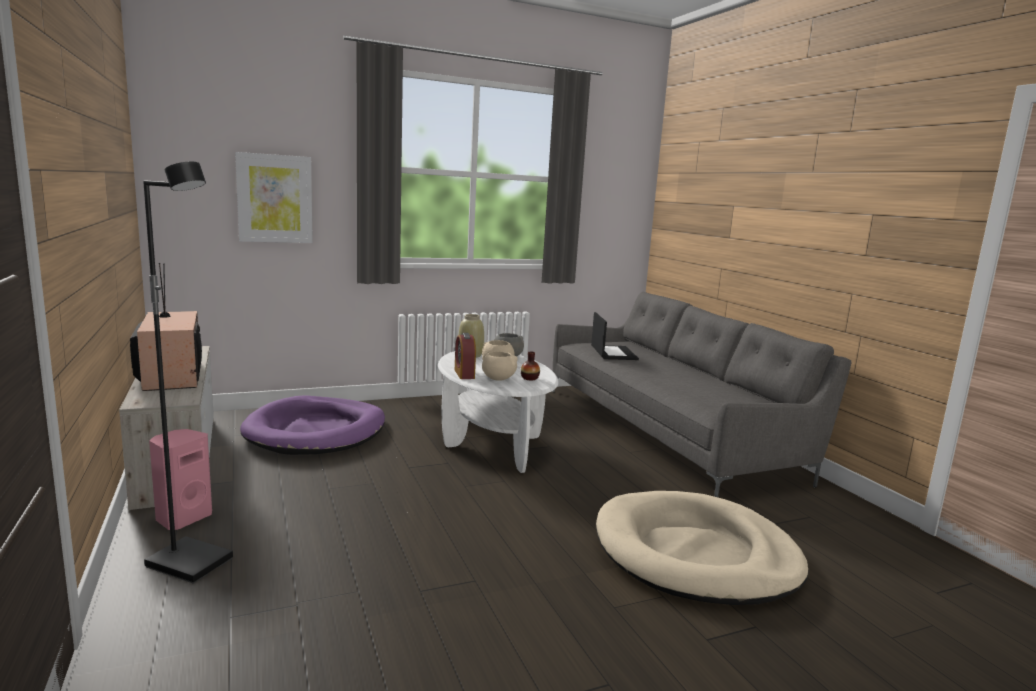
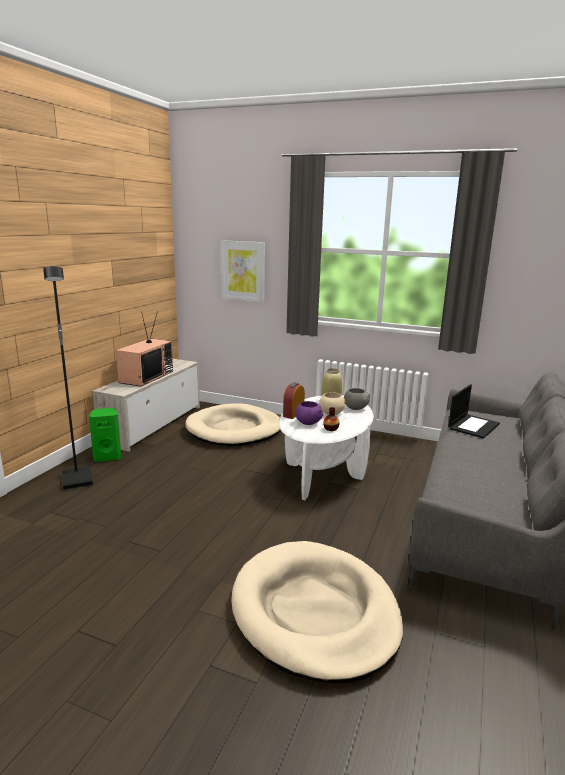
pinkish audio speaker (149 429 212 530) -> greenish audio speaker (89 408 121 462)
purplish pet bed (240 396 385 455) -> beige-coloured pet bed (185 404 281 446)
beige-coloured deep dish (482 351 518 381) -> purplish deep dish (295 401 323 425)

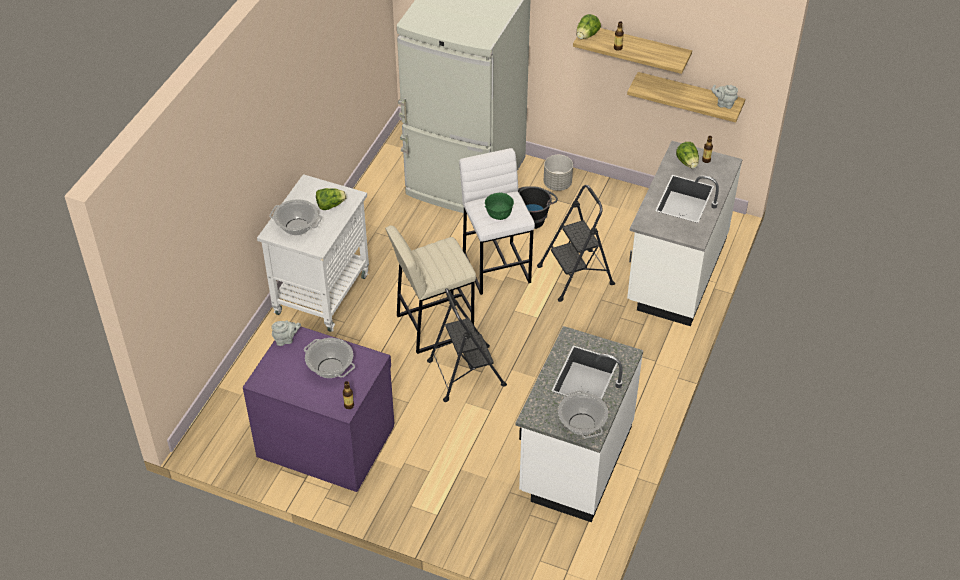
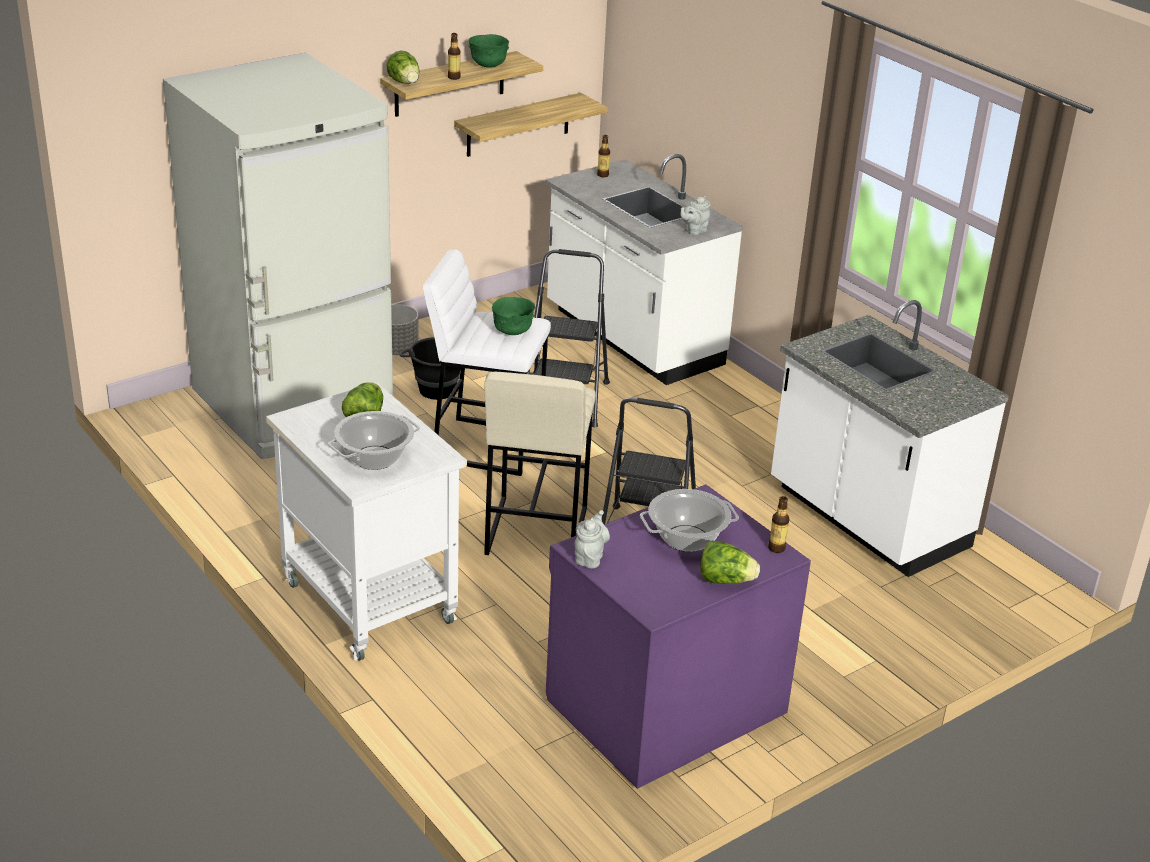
stockpot (558 390 608 438) -> none
lettuce head (676 142 699 169) -> lettuce head (700 541 760 584), relocated
grey tea pot (712 84 738 109) -> grey tea pot (680 196 711 235), relocated
none -> greenish deep dish (468 34 509 68)

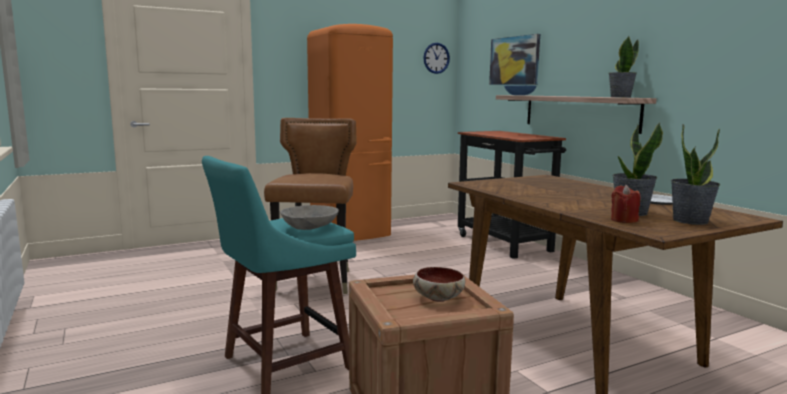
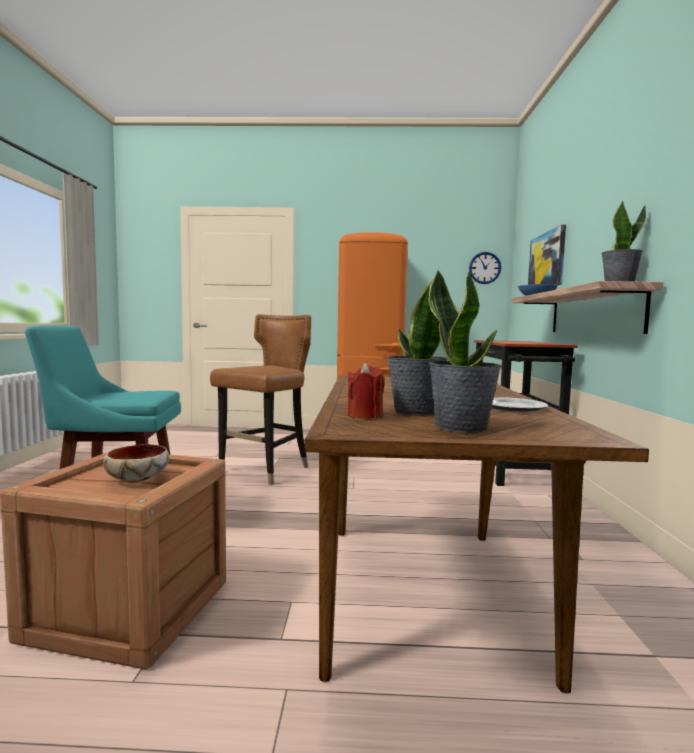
grey deep dish (280 205 339 230) -> none

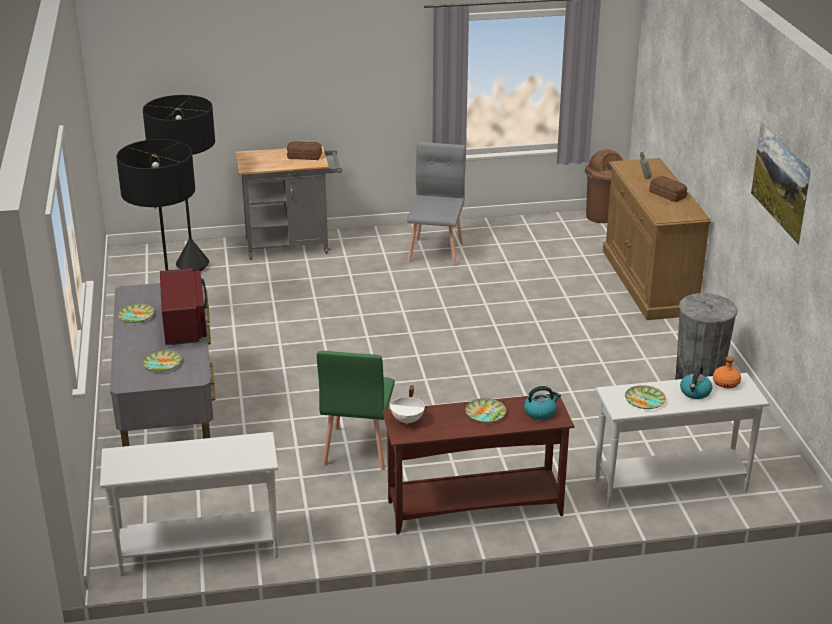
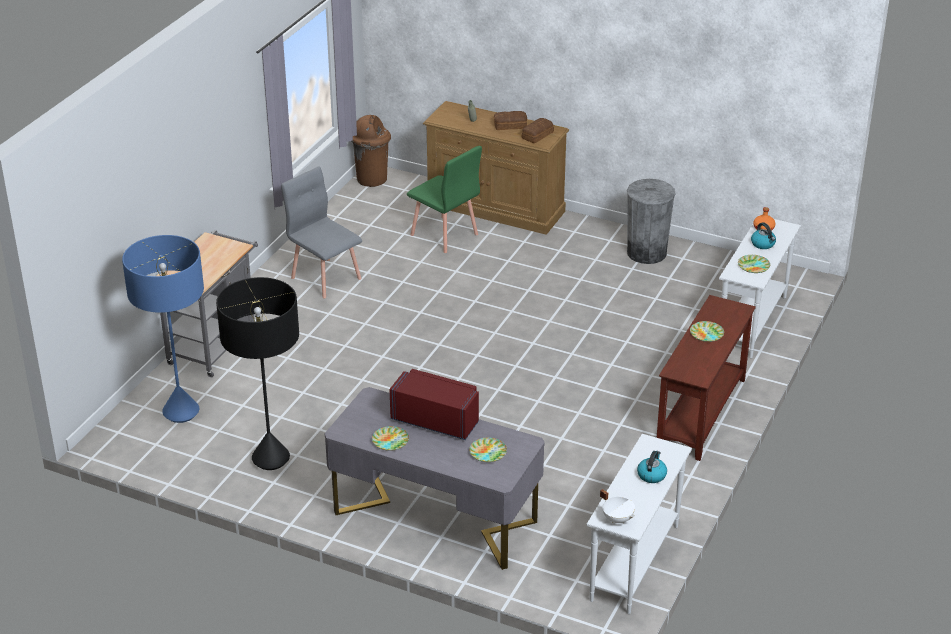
blackish standing lamp (143 95 215 271) -> bluish standing lamp (122 235 204 423)
baked bread (287 141 322 160) -> baked bread (522 118 554 143), relocated
greenish plain chair (317 351 395 470) -> greenish plain chair (407 146 482 253), relocated
white stockpot (390 385 425 425) -> white stockpot (600 489 635 523), relocated
water kettle (524 386 561 420) -> water kettle (637 451 667 483), relocated
wall picture (751 123 811 245) -> none

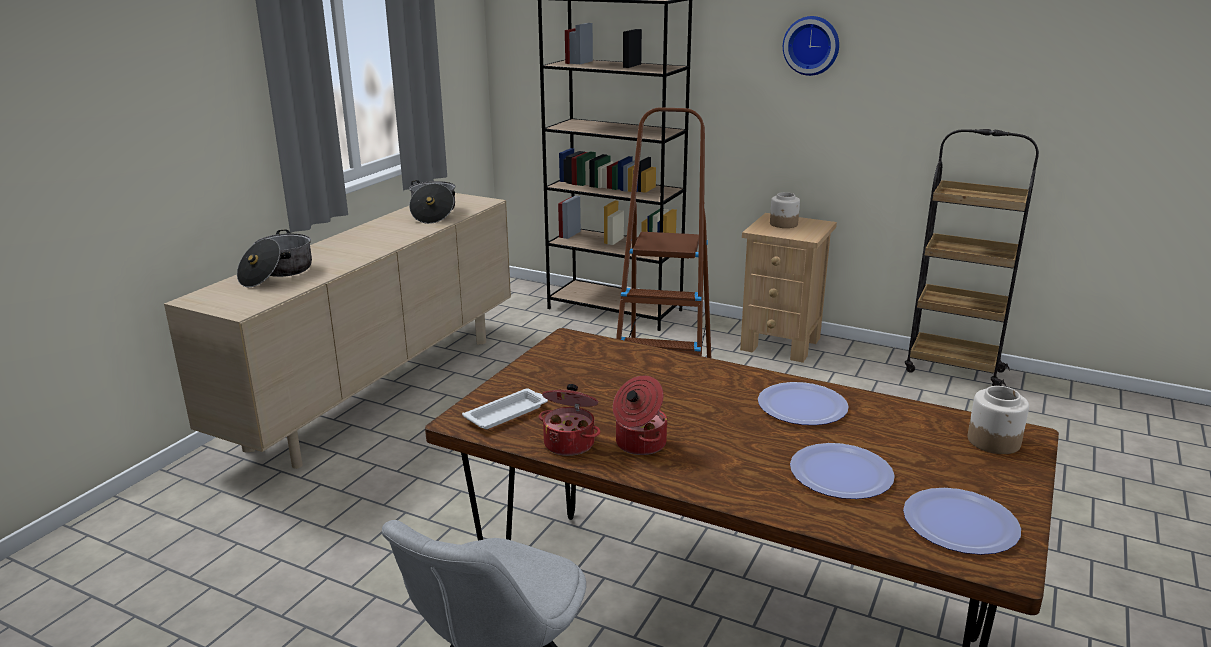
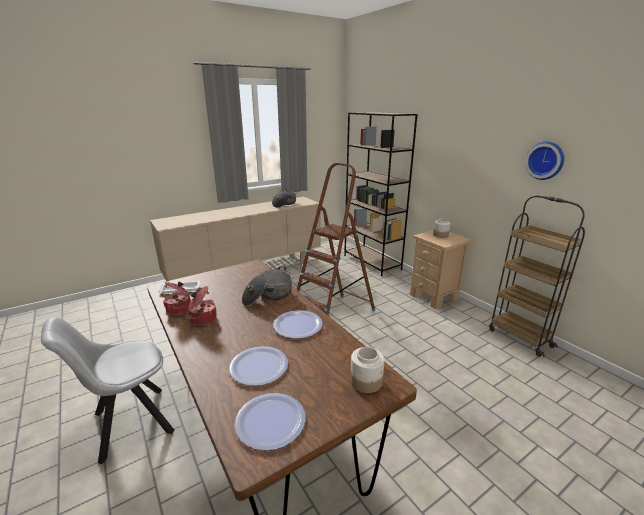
stockpot (237 229 312 287) -> stockpot (242 266 292 306), relocated
wall clock (783 16 839 76) -> wall clock (525 142 564 180), relocated

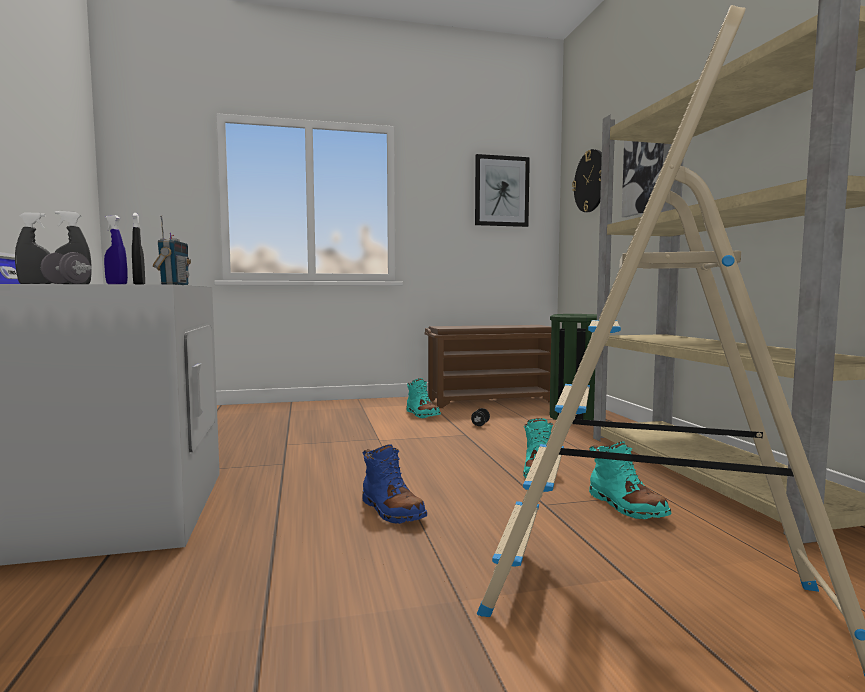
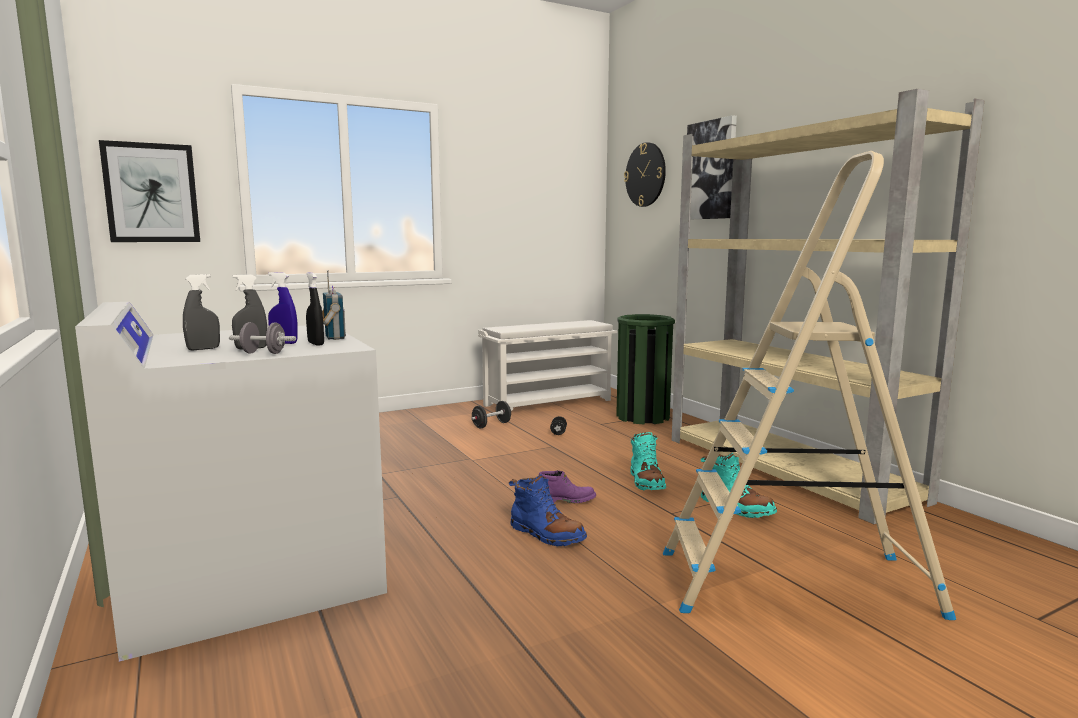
blue-green tall boot (407 378 441 418) -> blackish dumbbell (471 401 511 429)
brown-coloured shoe stand (425 325 551 408) -> white shoe stand (478 320 617 411)
wall picture (475 154 530 227) -> wall picture (99 140 200 242), relocated
none -> purplish tall boot (539 470 596 503)

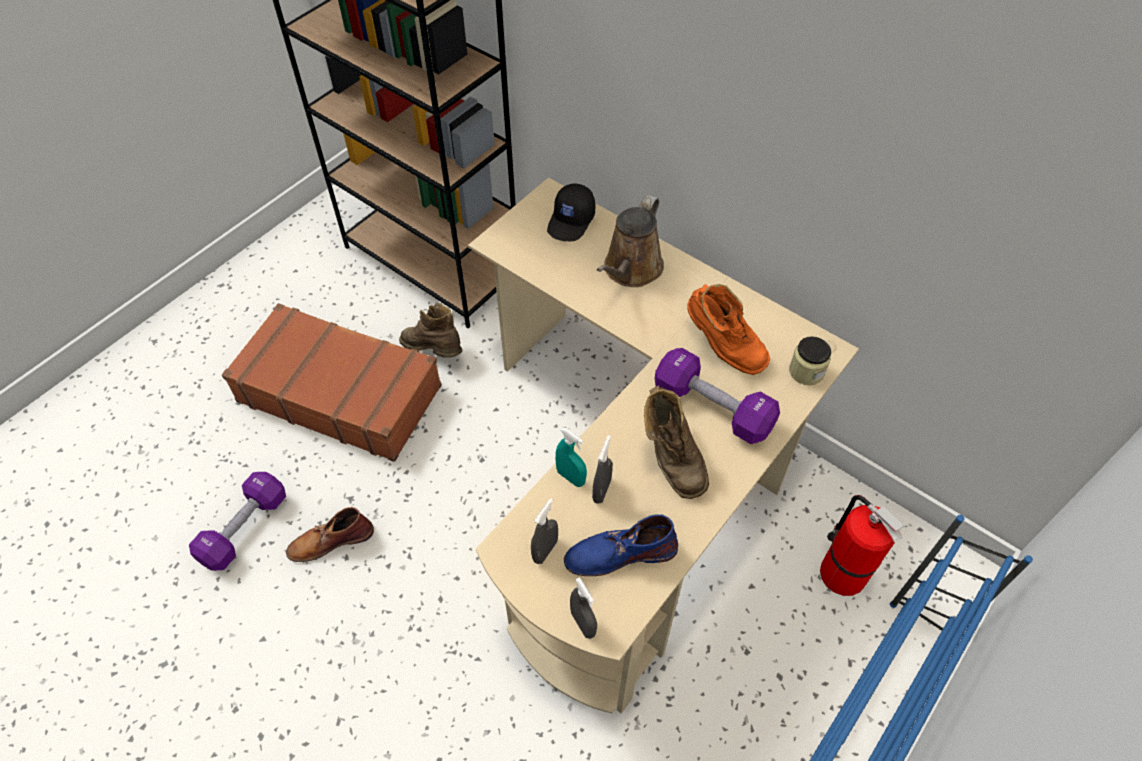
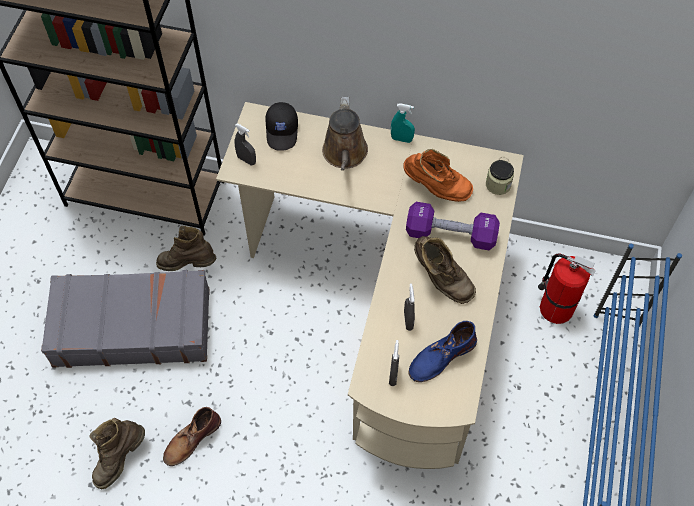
purplish dumbbell (189 472 286 571) -> brown-coloured tall boot (89 418 145 489)
brown-coloured suitcase (222 303 441 462) -> grey suitcase (41 270 210 368)
blue-green sprayer (555 427 587 487) -> blue-green sprayer (391 103 415 143), relocated
grey sprayer (570 577 597 639) -> grey sprayer (234 124 256 165), relocated

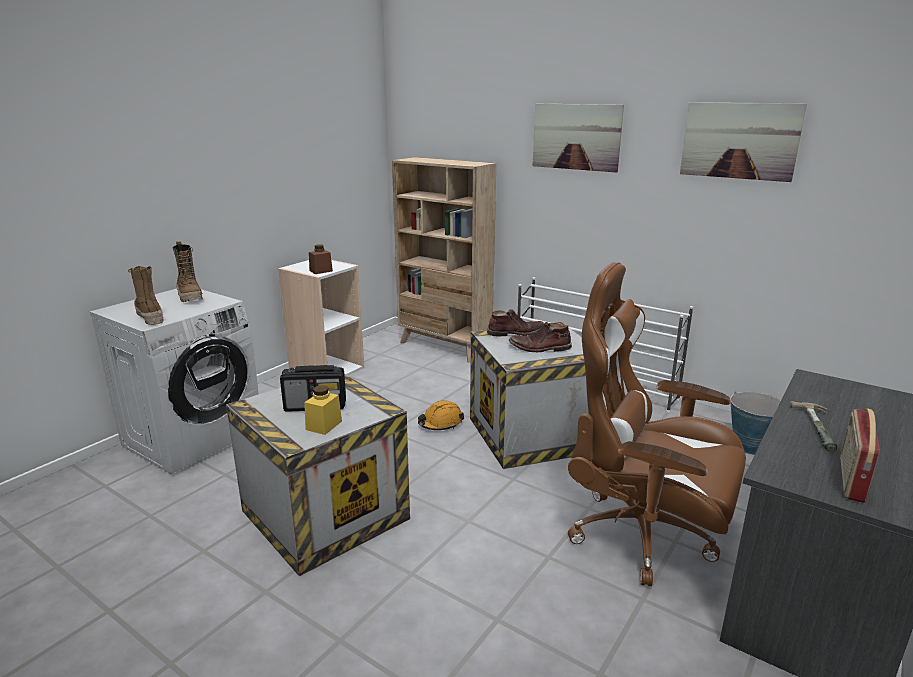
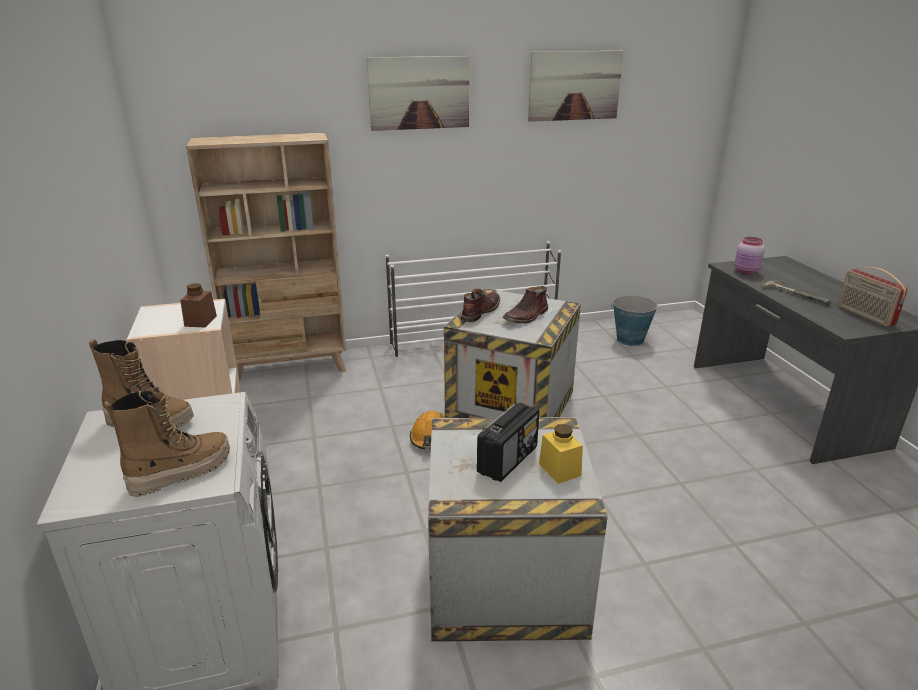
tall boot (128 266 164 325) -> tall boot (104 391 230 497), 135 degrees clockwise
brown-coloured office chair (568 262 746 586) -> none
none -> pinkish preserve jar (734 237 765 274)

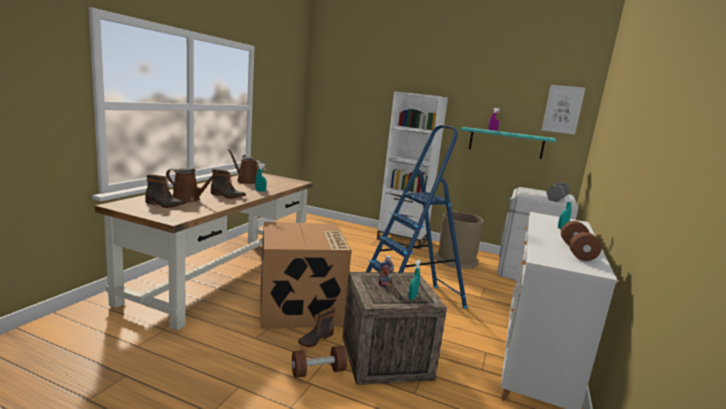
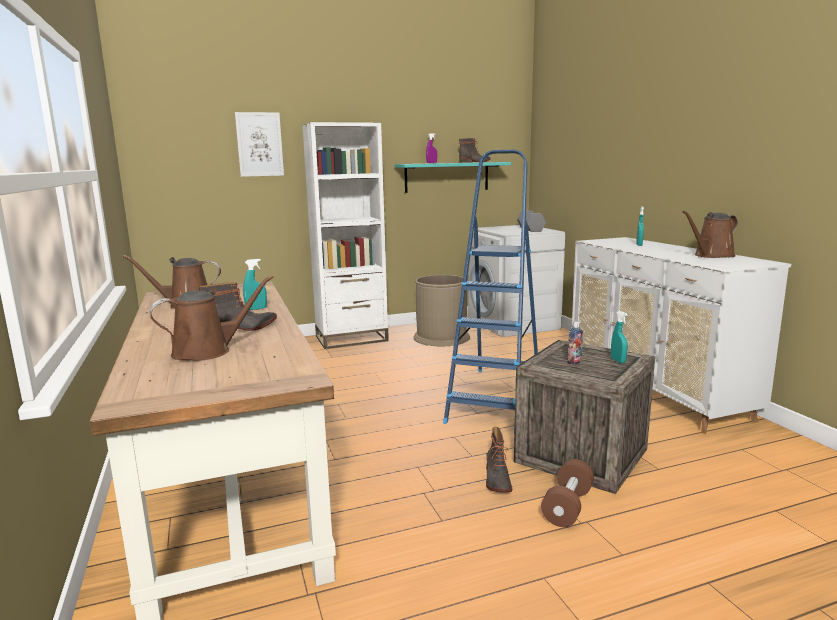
tall boot (145 174 186 208) -> tall boot (459 138 491 163), relocated
packing box (260 222 351 329) -> none
wall picture (541 85 585 134) -> wall picture (235 112 284 177), relocated
brown-coloured dumbbell (561 221 602 261) -> brown-coloured watering can (682 211 738 258)

